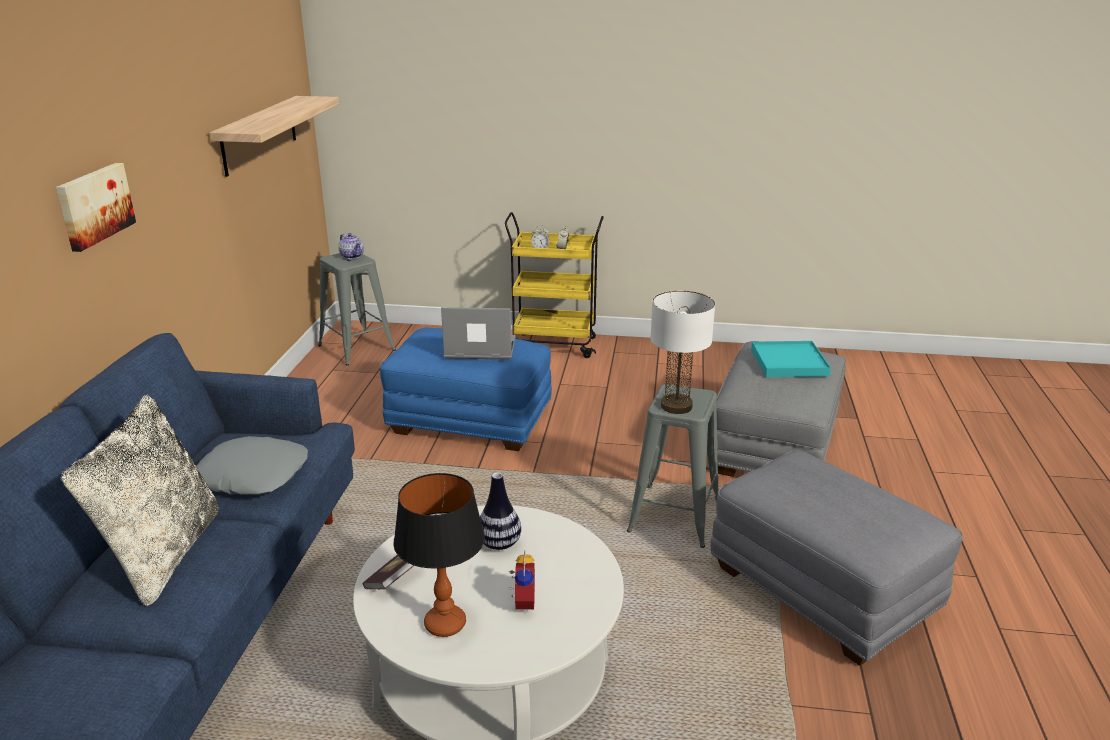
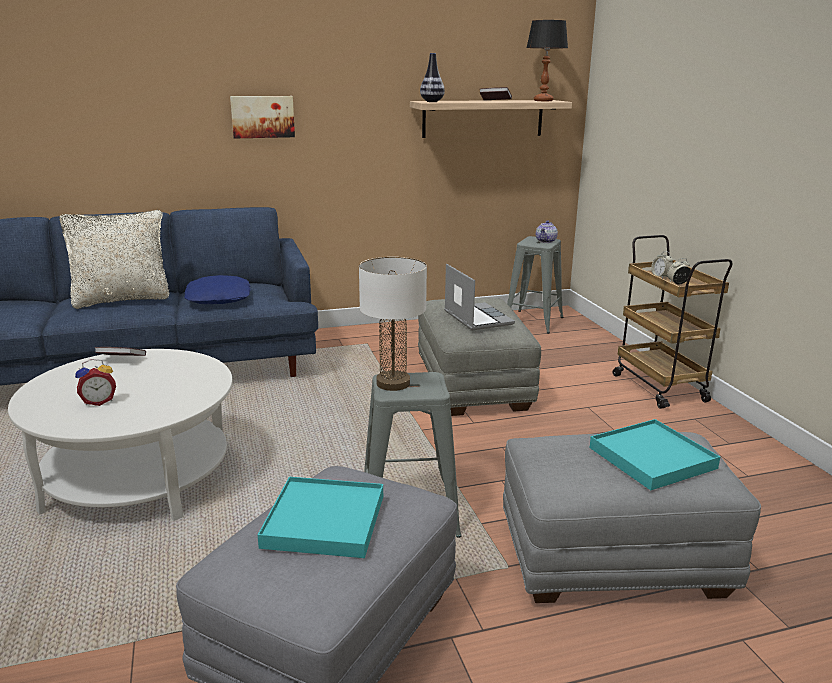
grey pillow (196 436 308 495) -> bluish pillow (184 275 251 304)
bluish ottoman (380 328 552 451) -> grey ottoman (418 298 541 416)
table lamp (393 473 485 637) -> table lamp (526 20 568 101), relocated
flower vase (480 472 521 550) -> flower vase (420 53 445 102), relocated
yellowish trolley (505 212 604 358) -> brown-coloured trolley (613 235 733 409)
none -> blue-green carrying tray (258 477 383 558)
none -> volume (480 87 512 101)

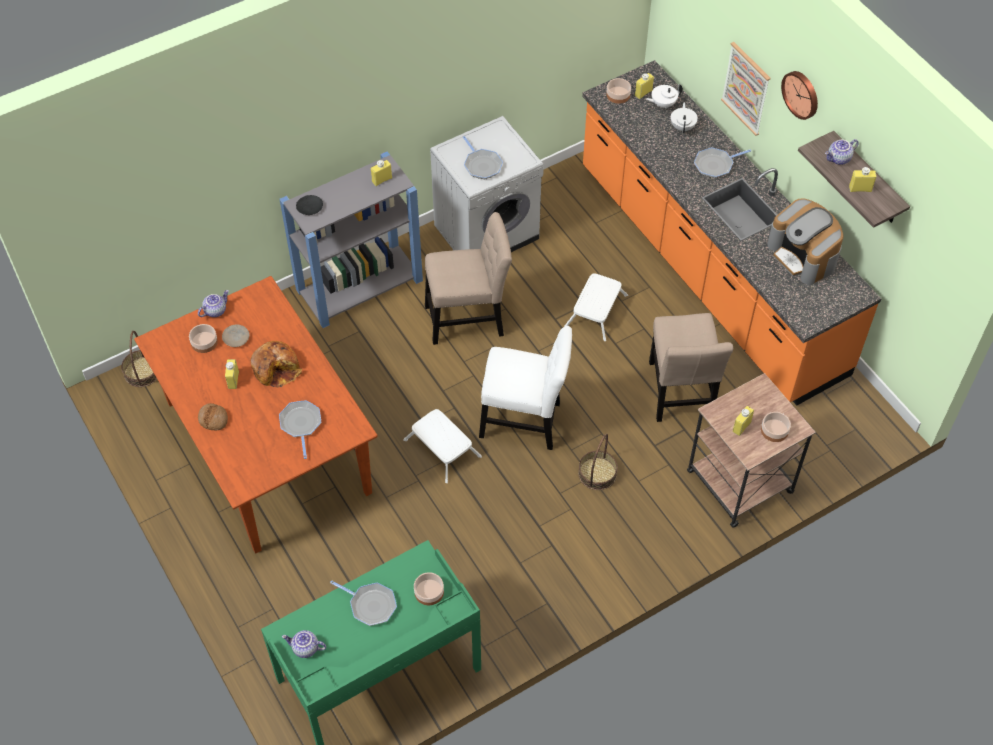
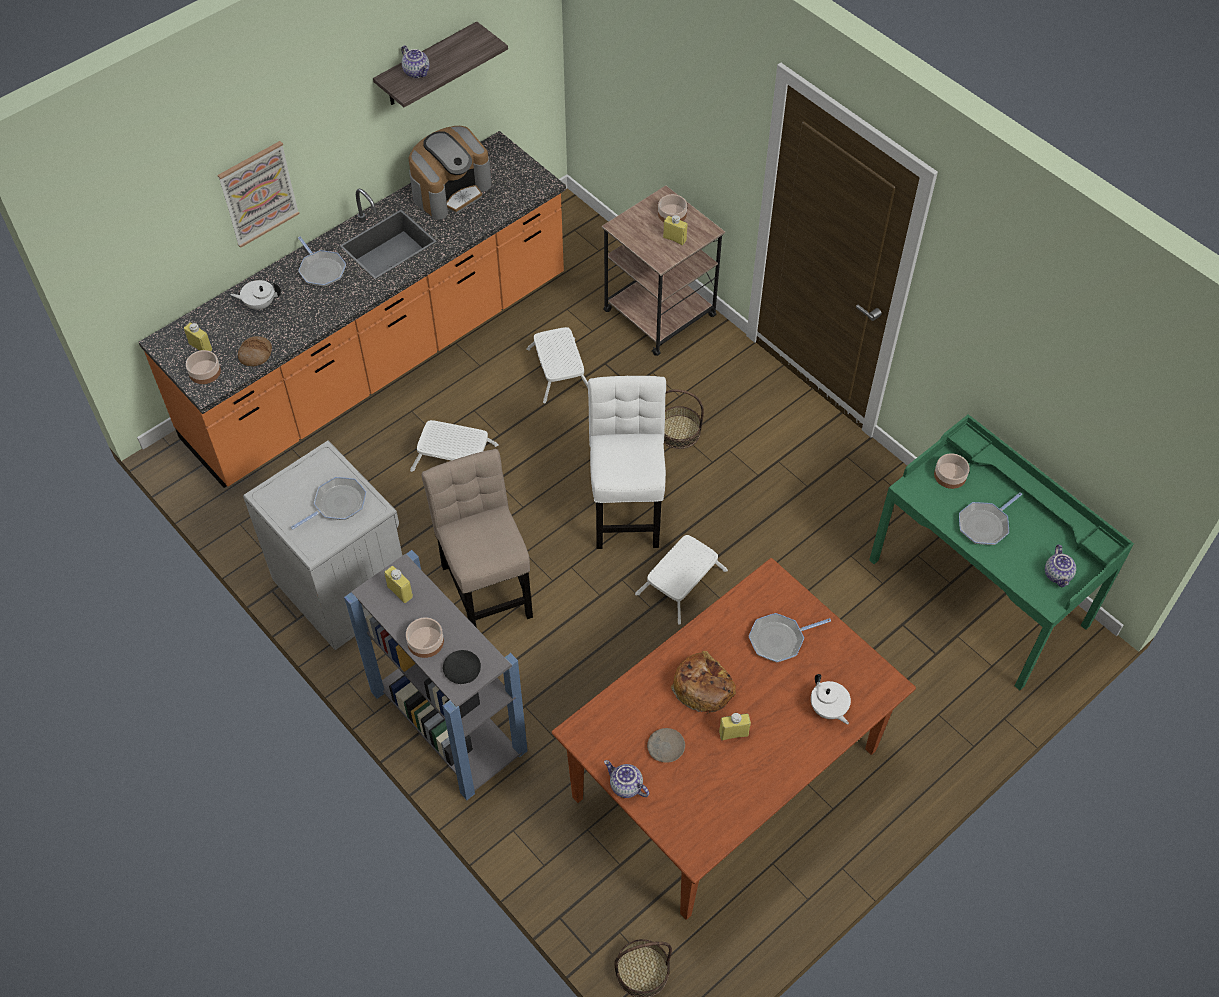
deep dish (189 324 218 353) -> deep dish (406 618 444 658), relocated
baked bread (198 403 228 431) -> baked bread (238 336 272 366), relocated
pan (330 581 397 626) -> pan (959 492 1022 545), 150 degrees counterclockwise
white tea pot (646 84 683 108) -> white tea pot (811 674 851 724), relocated
beige-coloured plain chair (649 313 733 422) -> white stepladder (526 327 588 403)
wall clock (781 71 818 120) -> none
yellowish bottle (849 167 876 192) -> none

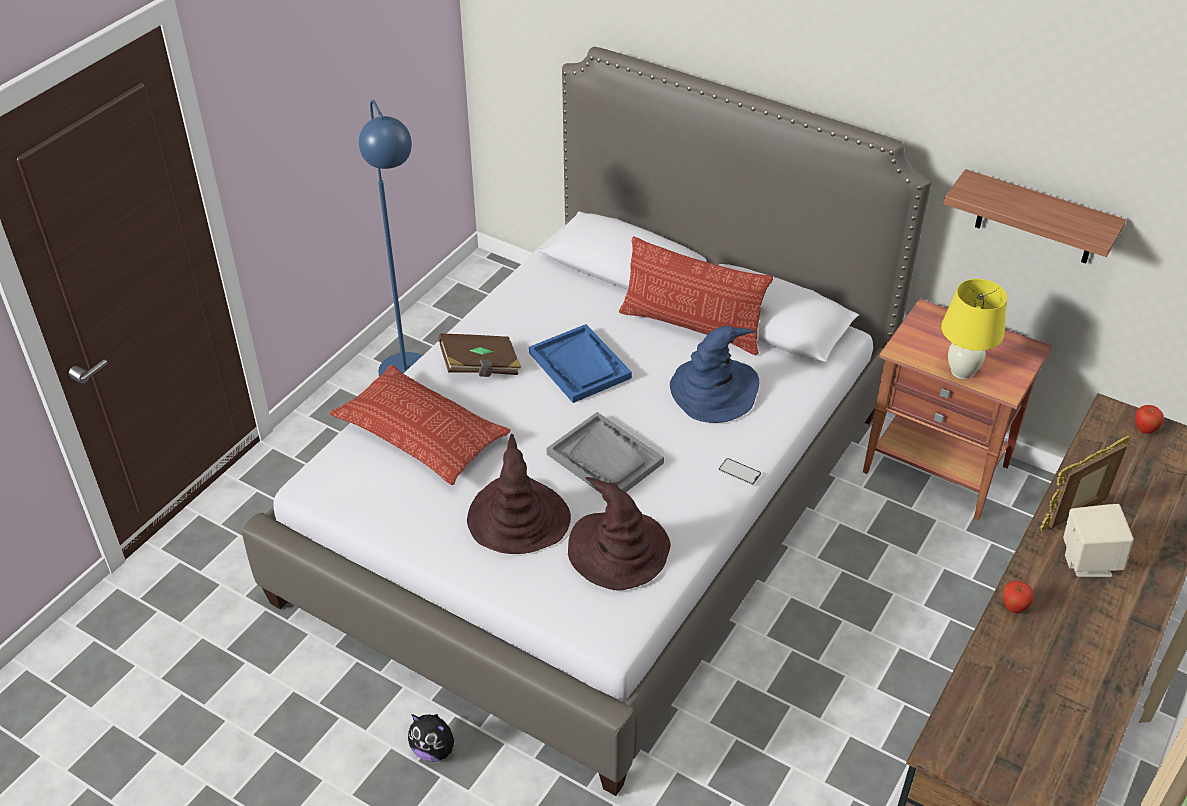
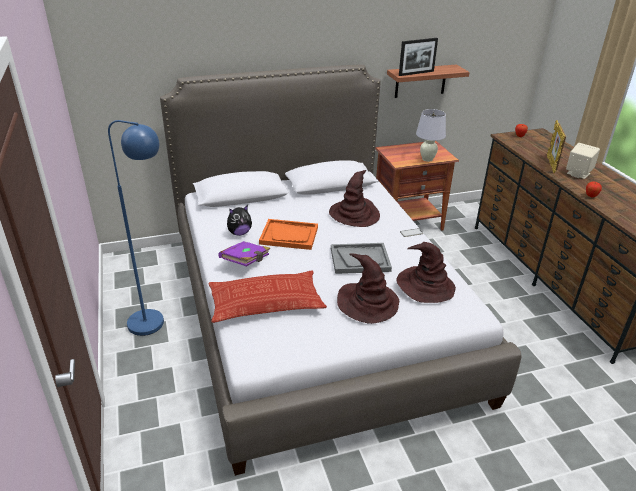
soft toy (408 714 462 762) -> soft toy (227 205 252 236), relocated
brown-coloured volume (438 333 522 377) -> purplish volume (218 241 271 266)
bluish carrying tray (529 324 632 403) -> orangey carrying tray (259 219 318 250)
pillow (619 236 773 355) -> none
bluish clothing hat (670 326 759 423) -> brown-coloured clothing hat (329 170 380 227)
yellowish table lamp (941 279 1007 379) -> white table lamp (416 109 446 162)
none -> picture frame (399 38 438 76)

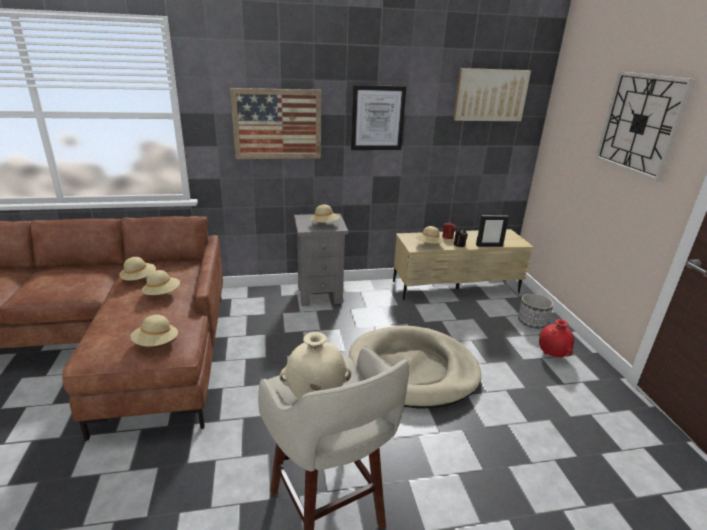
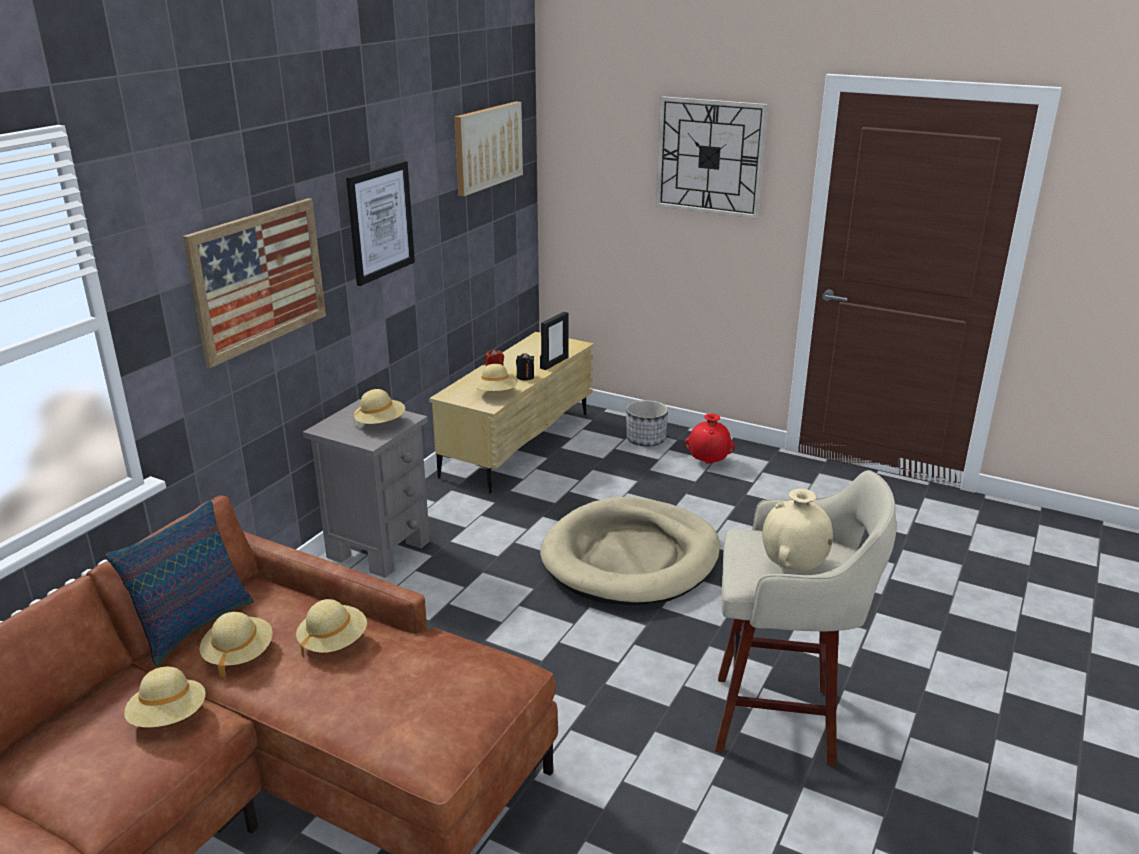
beige-coloured clothing hat (131 315 178 347) -> beige-coloured clothing hat (124 667 206 728), relocated
none -> bluish pillow (105 501 254 666)

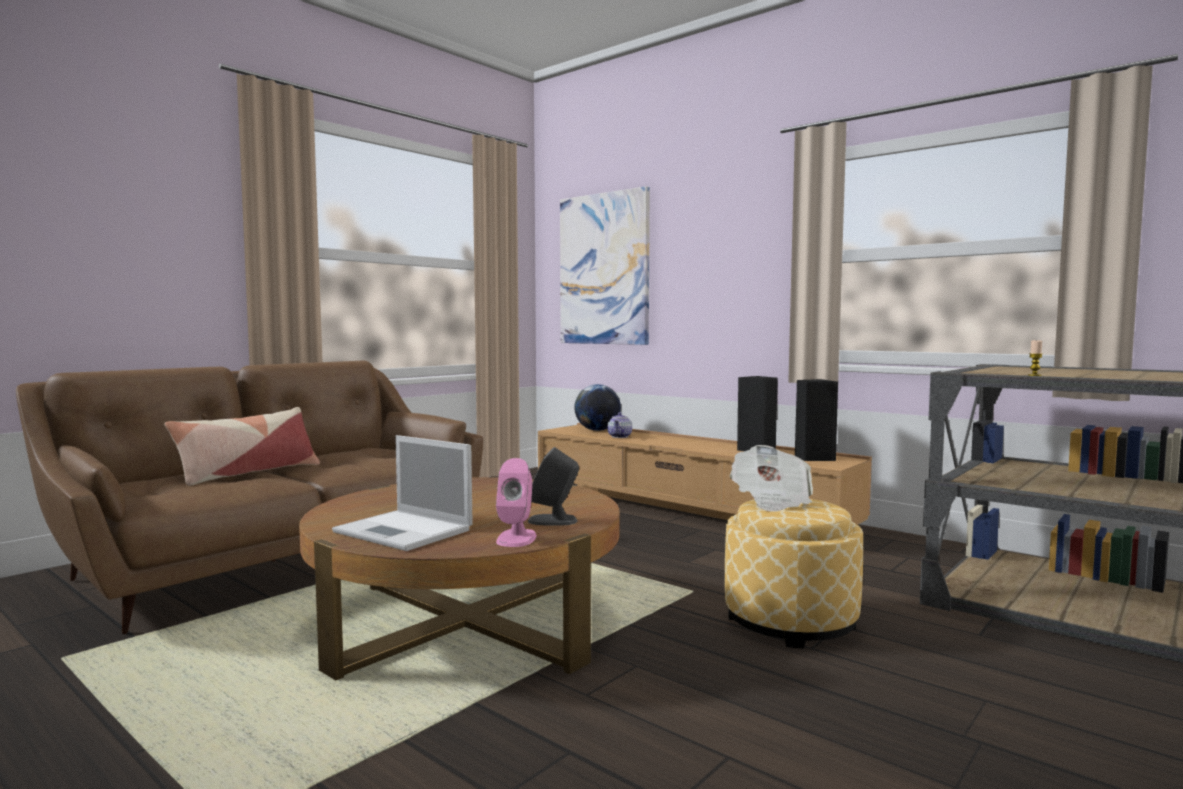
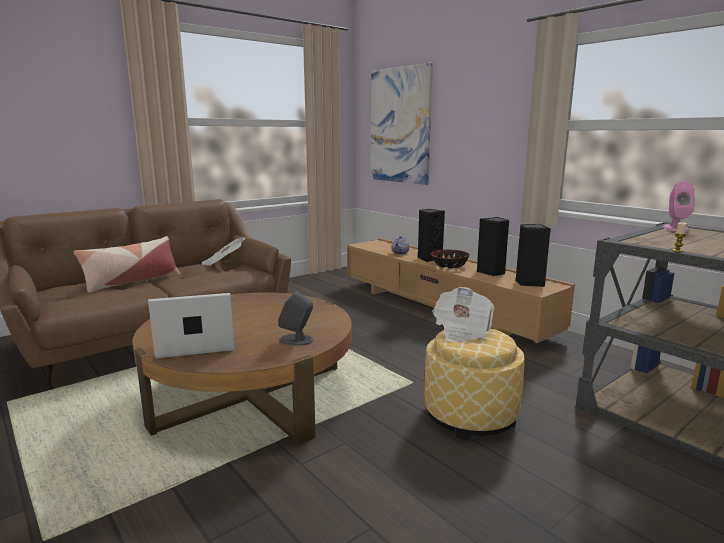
notebook computer (332 435 473 551) -> notebook computer (148 293 235 358), 120 degrees clockwise
pinkish audio speaker (496 458 536 547) -> pinkish audio speaker (663 181 695 232), relocated
desk globe (574 384 621 431) -> none
none -> printed paper (202 237 245 266)
none -> blackish audio speaker (418 209 445 262)
none -> deep dish (431 249 470 268)

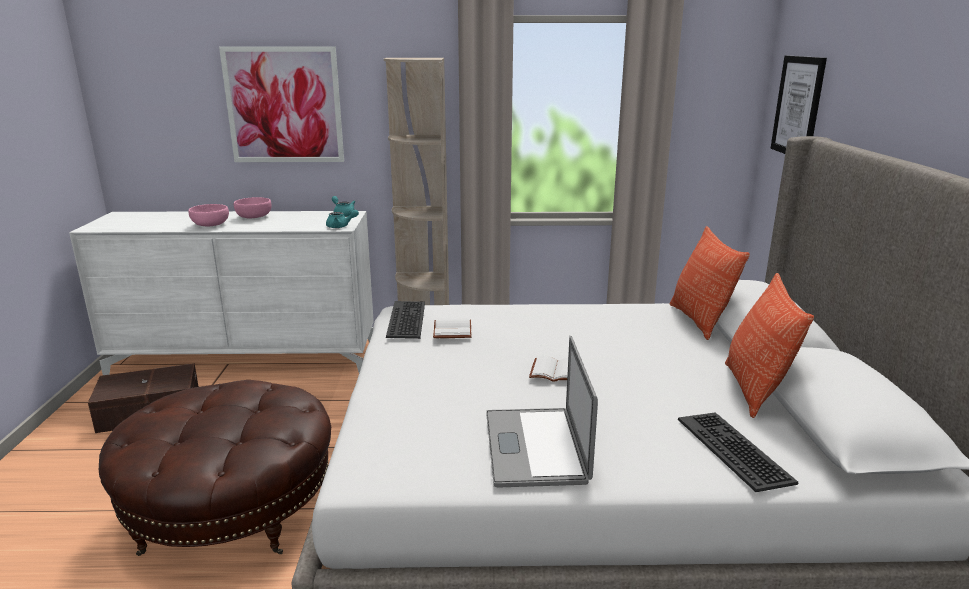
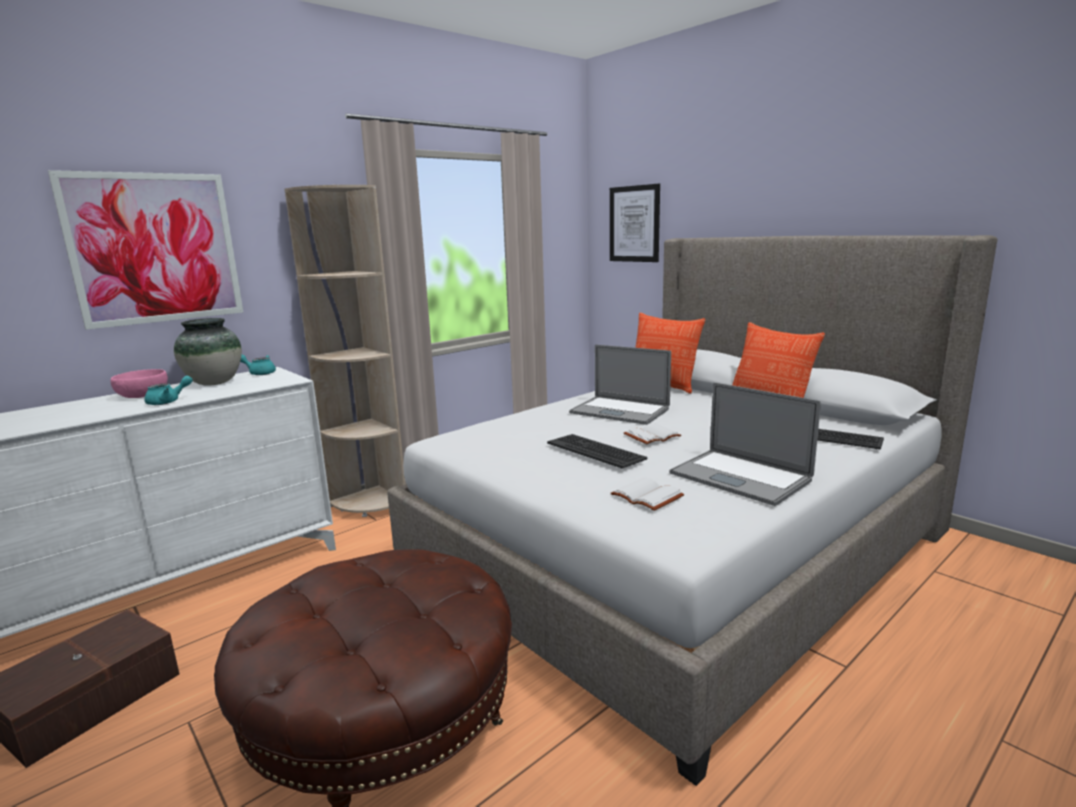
pinkish deep dish (188 204 229 226) -> none
blue-green tea pot (326 210 359 228) -> blue-green tea pot (144 376 193 405), relocated
computer keyboard (386 301 425 339) -> computer keyboard (547 434 647 469), relocated
white volume (433 318 472 338) -> white volume (611 478 684 511), relocated
none -> flower vase (174 318 242 386)
none -> notebook computer (569 345 671 425)

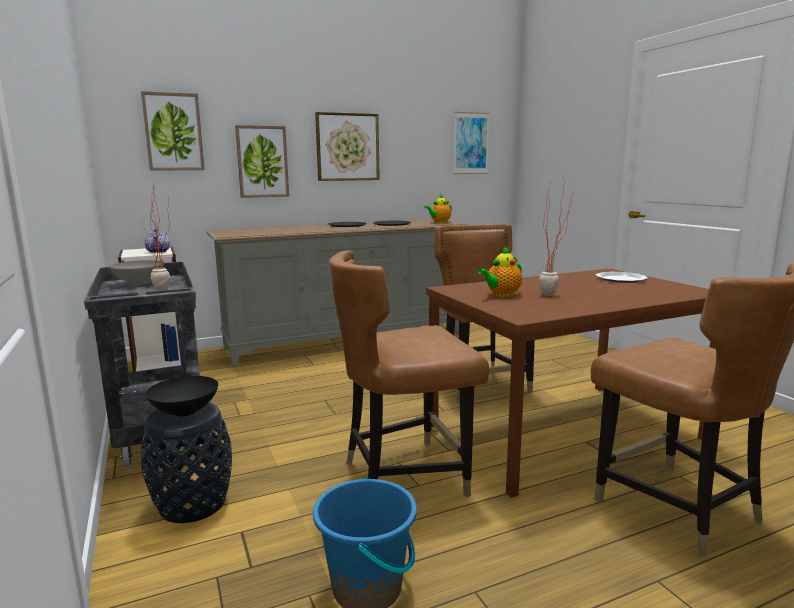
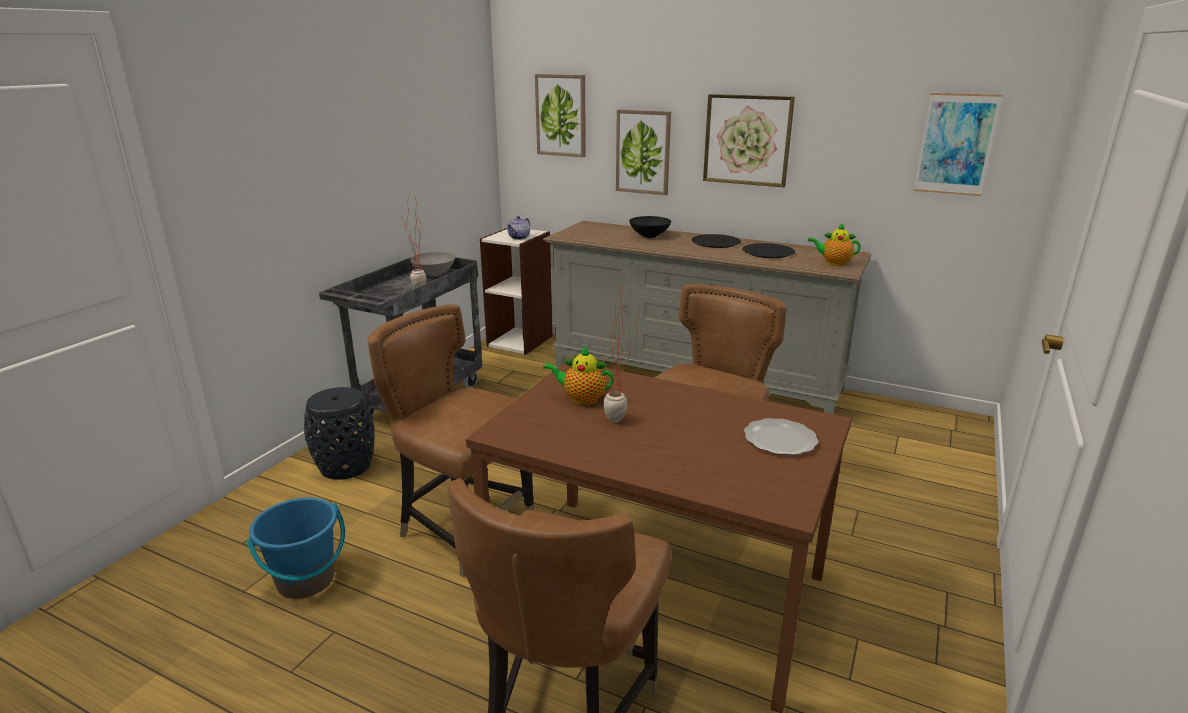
blackish deep dish (146 376 218 417) -> blackish deep dish (629 216 671 238), relocated

